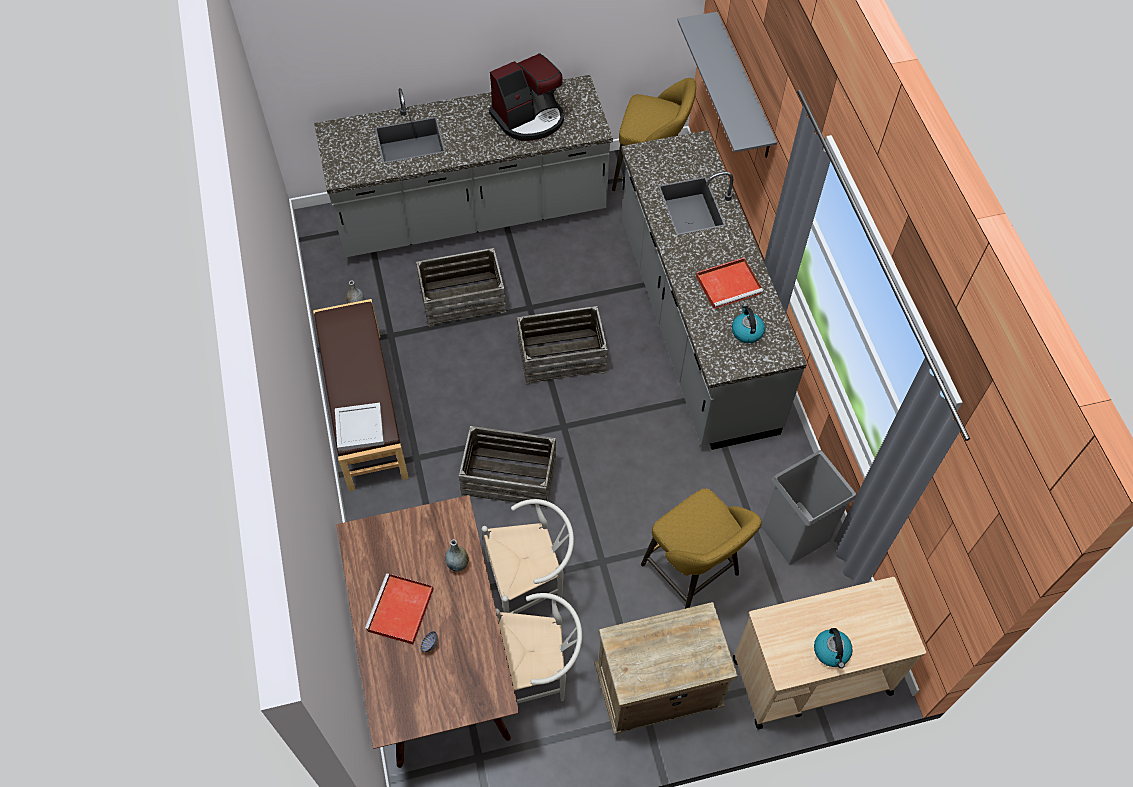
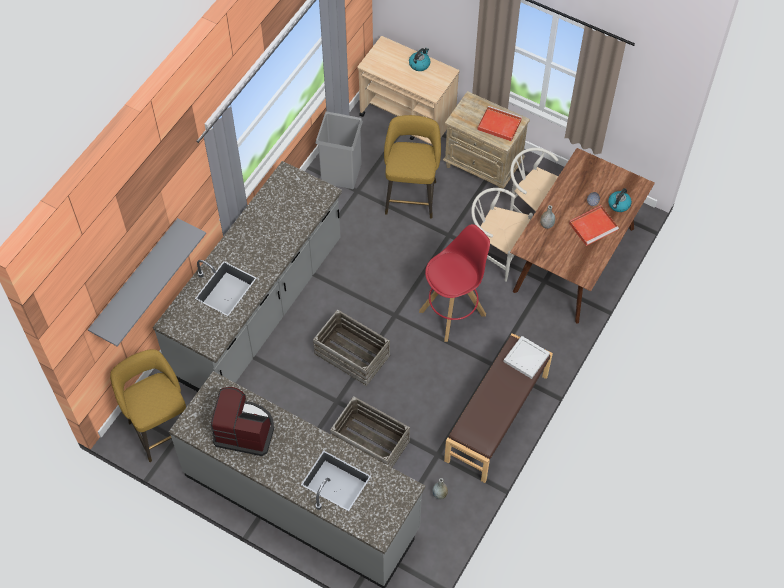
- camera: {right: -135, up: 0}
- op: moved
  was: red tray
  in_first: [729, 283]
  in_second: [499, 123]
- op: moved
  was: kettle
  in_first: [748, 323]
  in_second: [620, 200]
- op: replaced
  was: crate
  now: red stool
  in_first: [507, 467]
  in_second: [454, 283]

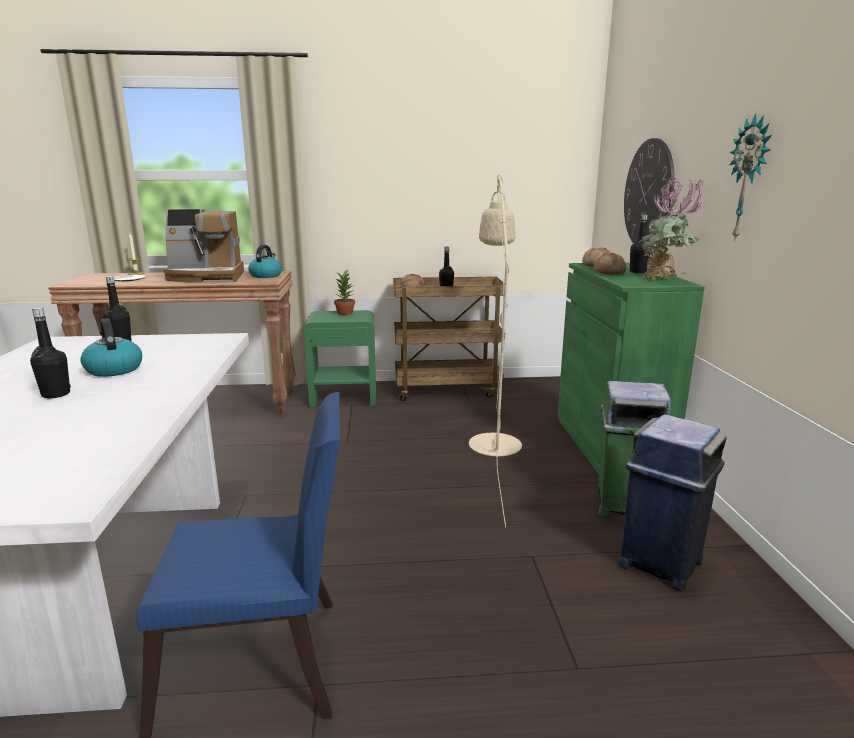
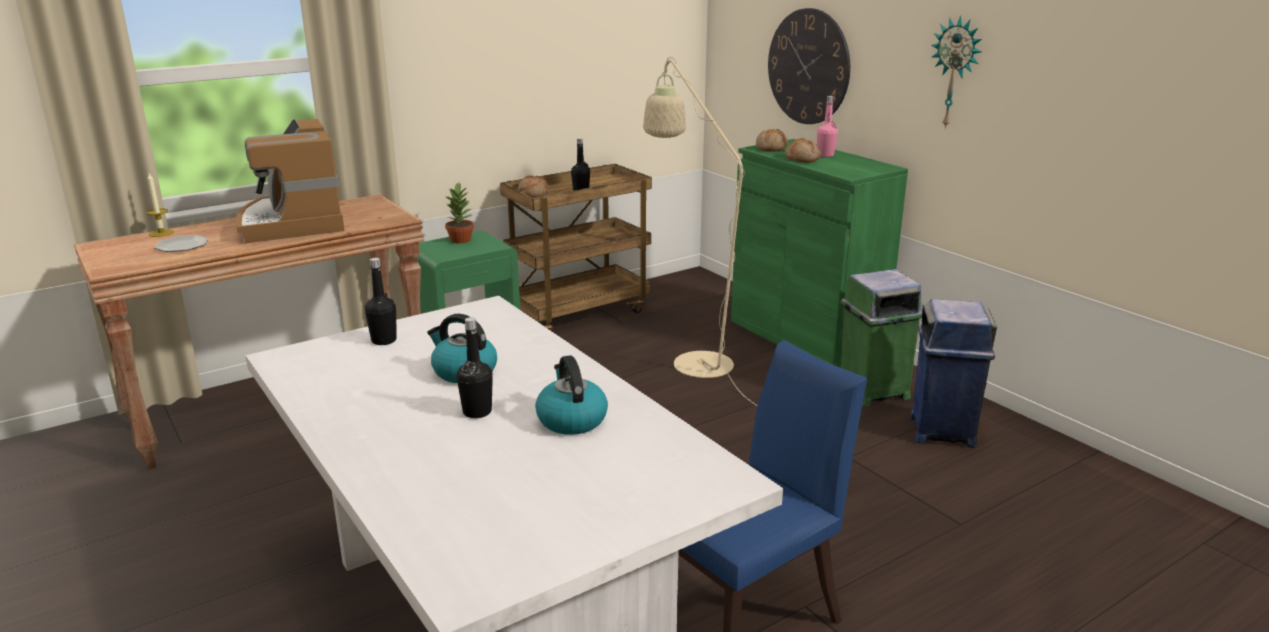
- camera: {right: -30, up: 5}
- op: removed
  was: potted plant
  in_first: [672, 228]
- op: moved
  was: kettle
  in_first: [265, 261]
  in_second: [571, 395]
- op: recoloured
  was: black bottle
  now: pink bottle
  in_first: [640, 243]
  in_second: [827, 126]
- op: turned
  was: coffee machine
  in_first: [203, 246]
  in_second: [290, 181]
  clockwise: 105

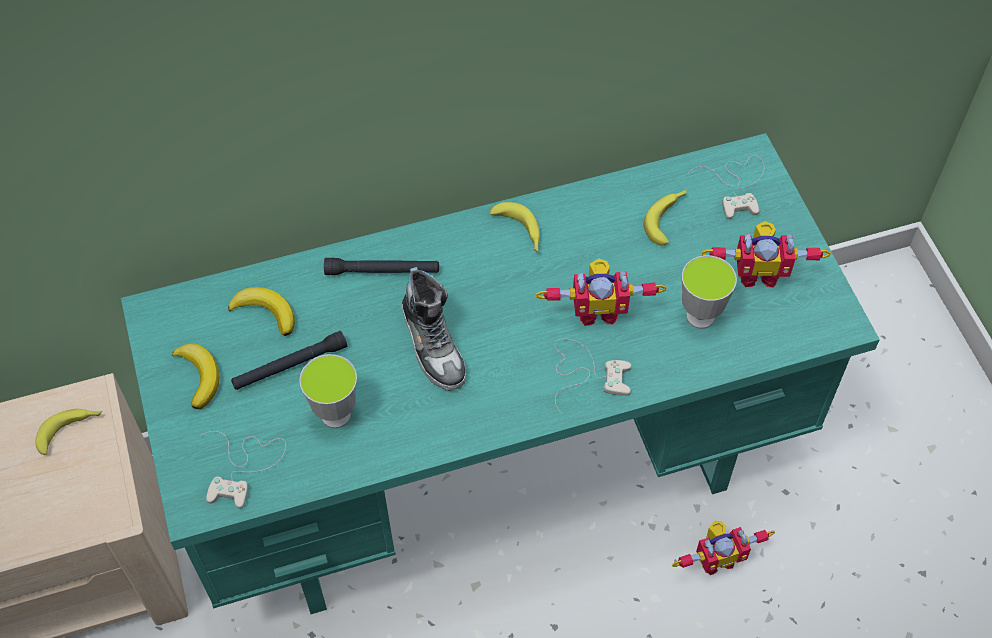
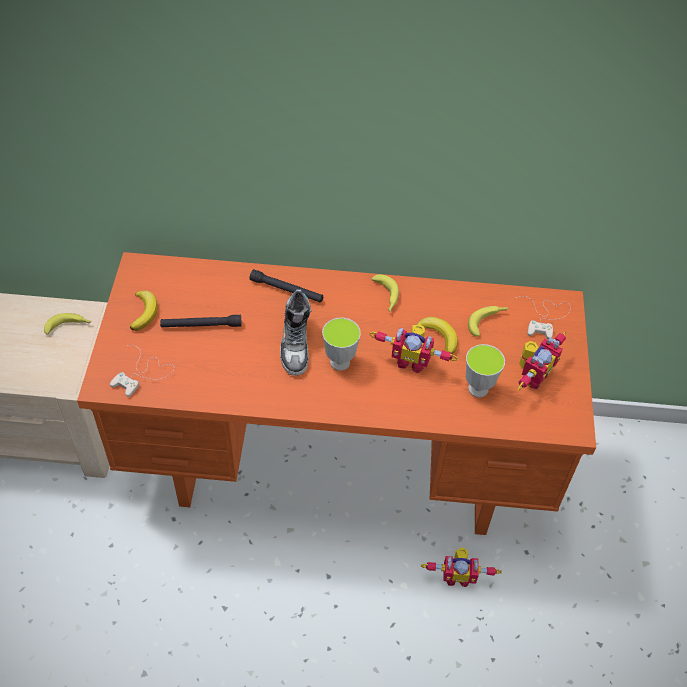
- camera: {right: 20, up: -5}
- op: removed
  was: white game controller
  in_first: [593, 376]
- op: moved
  was: banana
  in_first: [261, 311]
  in_second: [437, 335]
- op: moved
  was: cup
  in_first: [328, 391]
  in_second: [341, 344]
- op: recoloured
  was: turquoise desk
  now: orange desk
  in_first: [500, 373]
  in_second: [336, 393]
- op: turned
  was: toy robot
  in_first: [766, 254]
  in_second: [542, 360]
  clockwise: -75

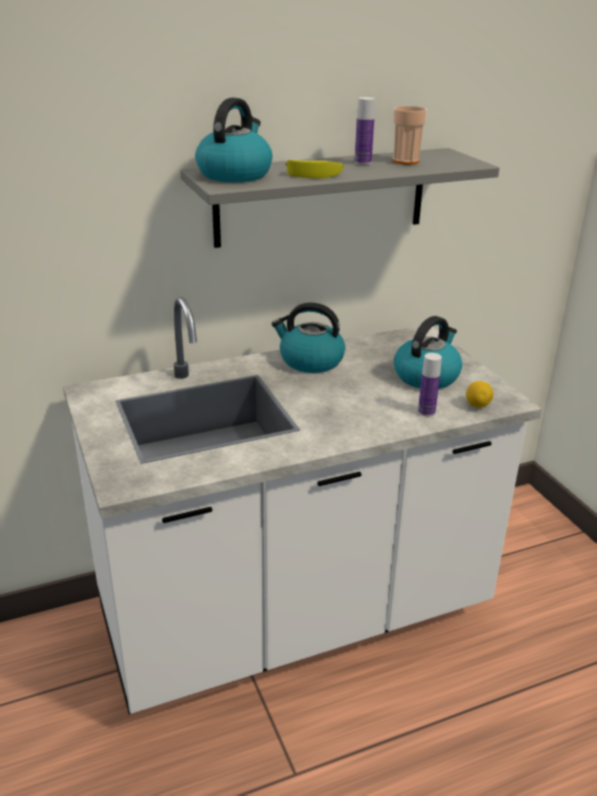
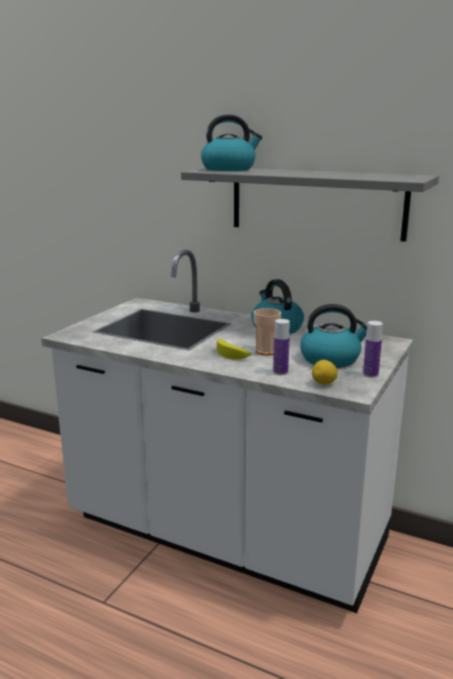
- camera: {right: 50, up: -10}
- op: moved
  was: banana
  in_first: [315, 169]
  in_second: [234, 349]
- op: moved
  was: bottle
  in_first: [365, 131]
  in_second: [373, 349]
- op: moved
  was: cup
  in_first: [410, 135]
  in_second: [267, 332]

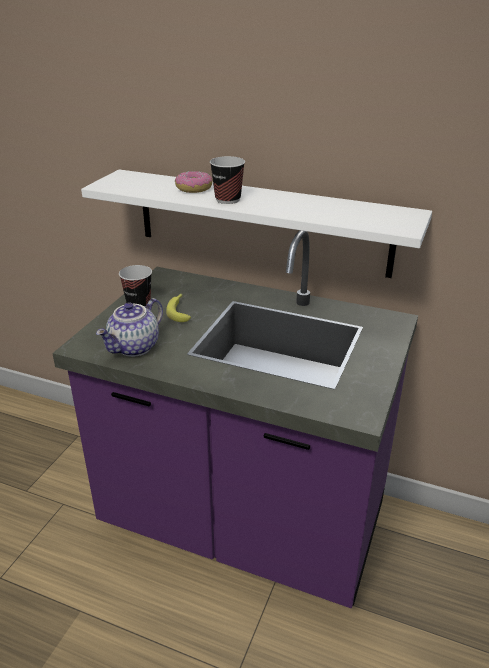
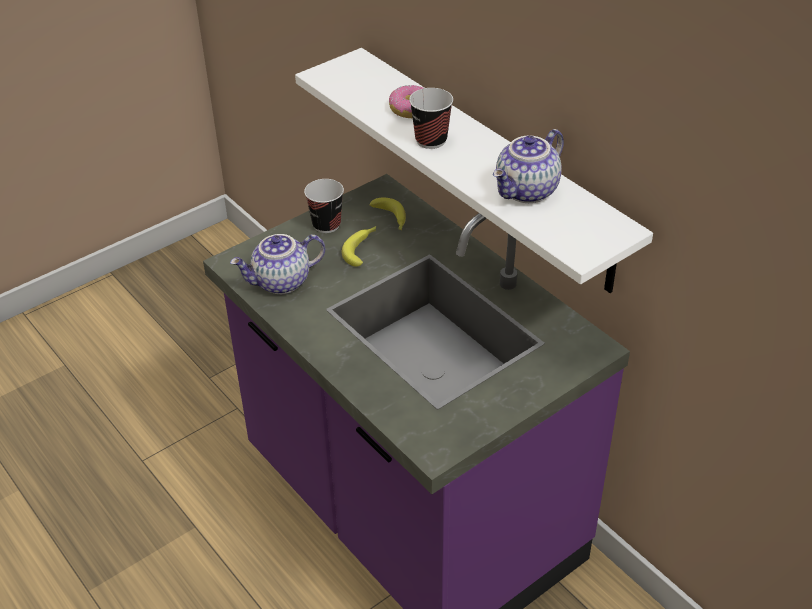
- camera: {right: 30, up: 10}
- op: added
  now: banana
  in_second: [387, 214]
- op: added
  now: teapot
  in_second: [528, 166]

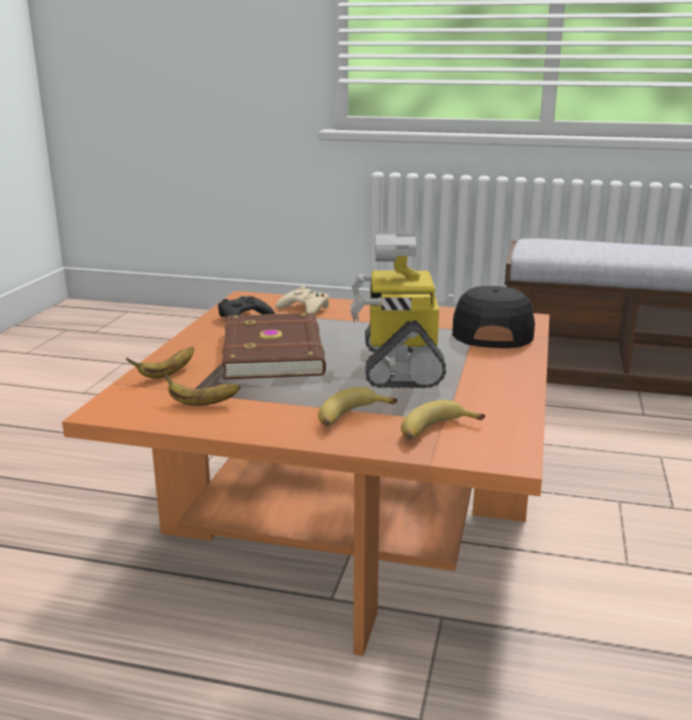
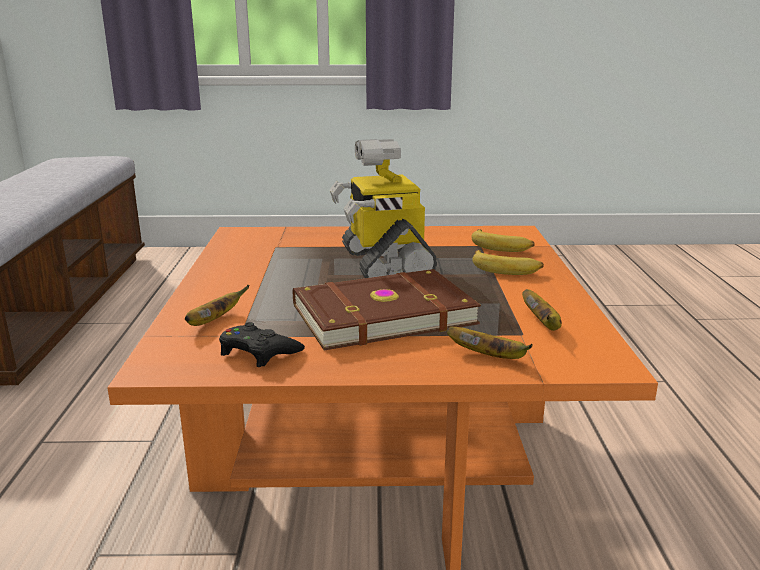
- camera: {right: -105, up: 0}
- op: removed
  was: black cap
  in_first: [493, 317]
- op: replaced
  was: beige game controller
  now: banana
  in_first: [302, 300]
  in_second: [217, 305]
- op: turned
  was: toy robot
  in_first: [398, 310]
  in_second: [383, 208]
  clockwise: 90

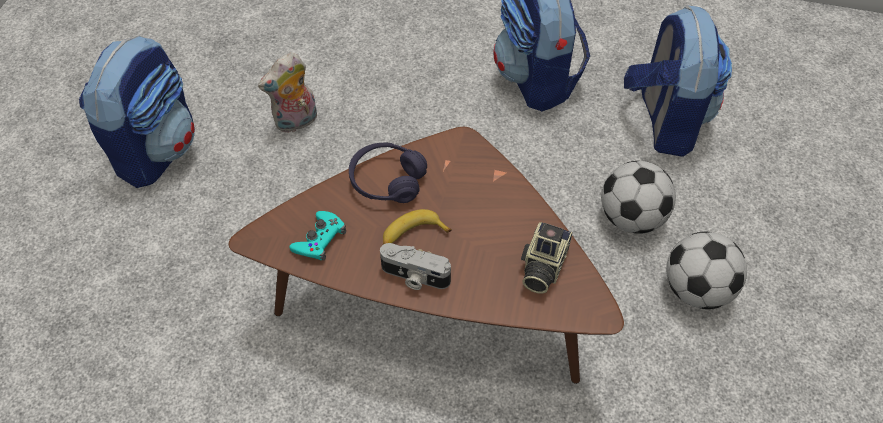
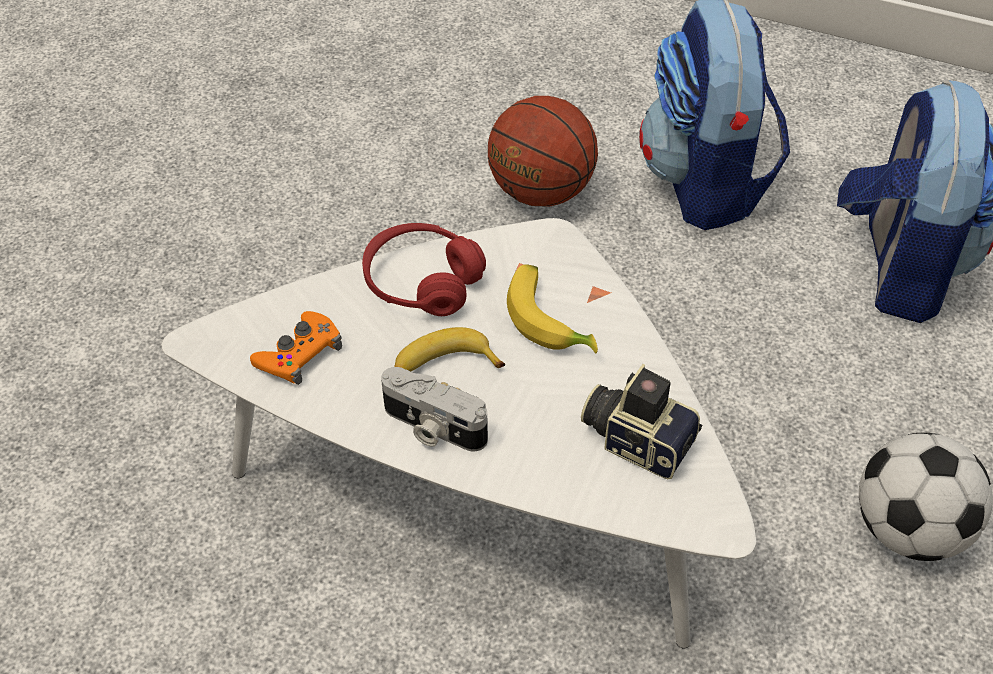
- camera: {right: 10, up: -5}
- op: removed
  was: backpack
  in_first: [137, 112]
- op: removed
  was: plush toy
  in_first: [287, 92]
- op: removed
  was: football
  in_first: [638, 197]
- op: added
  now: basketball
  in_second: [543, 151]
- op: added
  now: banana
  in_second: [552, 308]
- op: recoloured
  was: brown coffee table
  now: white coffee table
  in_first: [426, 255]
  in_second: [459, 433]
- op: recoloured
  was: turquoise game controller
  now: orange game controller
  in_first: [317, 236]
  in_second: [296, 348]
- op: recoloured
  was: purple headphones
  now: red headphones
  in_first: [388, 173]
  in_second: [424, 269]
- op: turned
  was: photo camera
  in_first: [547, 258]
  in_second: [641, 421]
  clockwise: 90

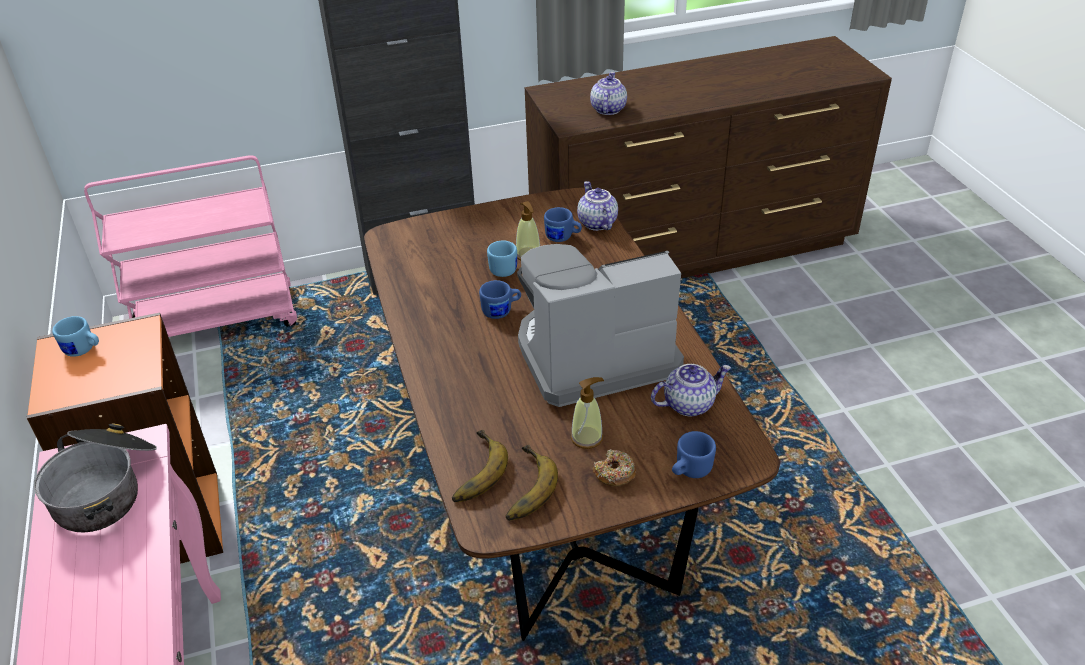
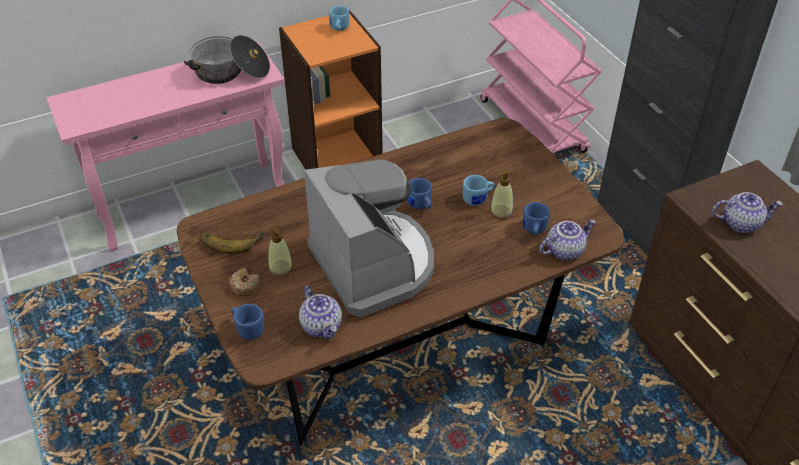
- camera: {right: 80, up: 5}
- op: removed
  was: banana
  in_first: [480, 466]

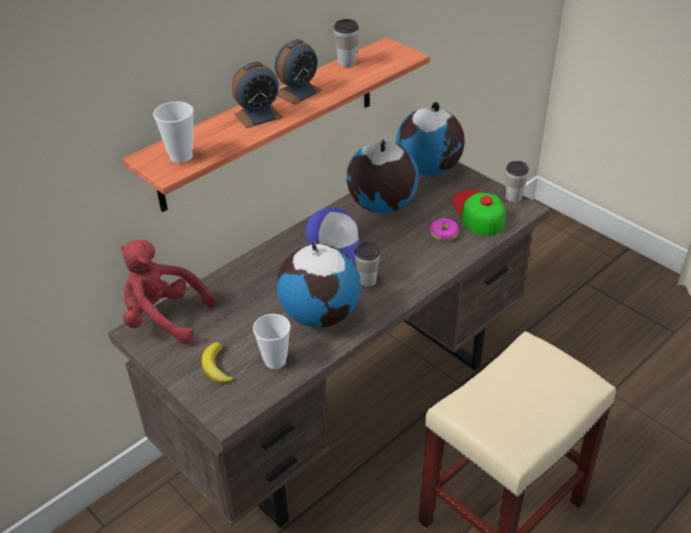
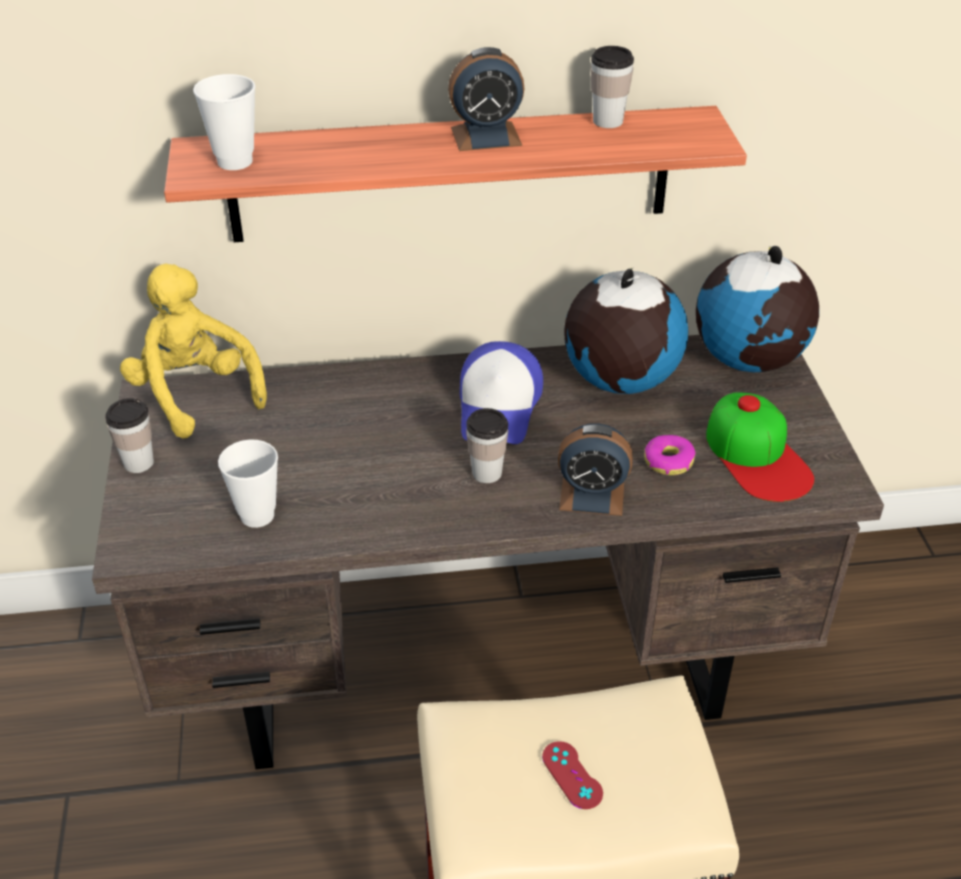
- camera: {right: 35, up: 0}
- op: removed
  was: banana
  in_first: [218, 363]
- op: removed
  was: globe
  in_first: [319, 284]
- op: added
  now: red game controller
  in_second: [572, 775]
- op: moved
  was: alarm clock
  in_first: [257, 95]
  in_second: [595, 469]
- op: moved
  was: cup
  in_first: [517, 181]
  in_second: [129, 435]
- op: recoloured
  was: red plush toy
  now: yellow plush toy
  in_first: [168, 292]
  in_second: [193, 351]
- op: turned
  was: cap
  in_first: [479, 213]
  in_second: [760, 447]
  clockwise: 135

